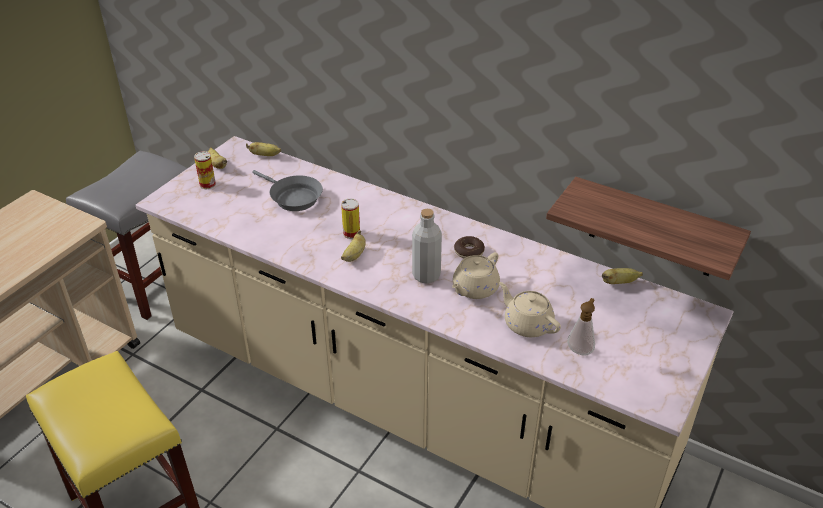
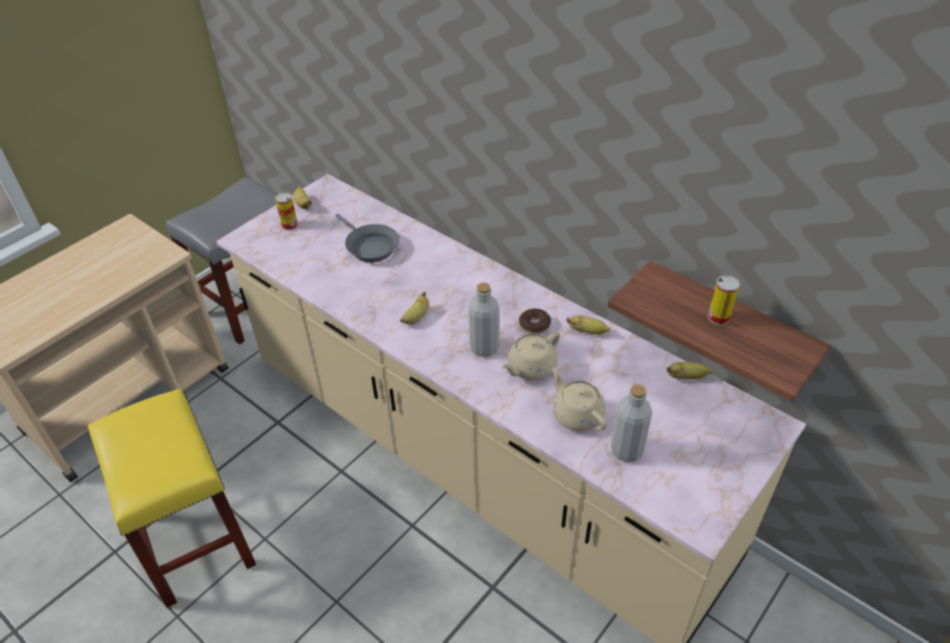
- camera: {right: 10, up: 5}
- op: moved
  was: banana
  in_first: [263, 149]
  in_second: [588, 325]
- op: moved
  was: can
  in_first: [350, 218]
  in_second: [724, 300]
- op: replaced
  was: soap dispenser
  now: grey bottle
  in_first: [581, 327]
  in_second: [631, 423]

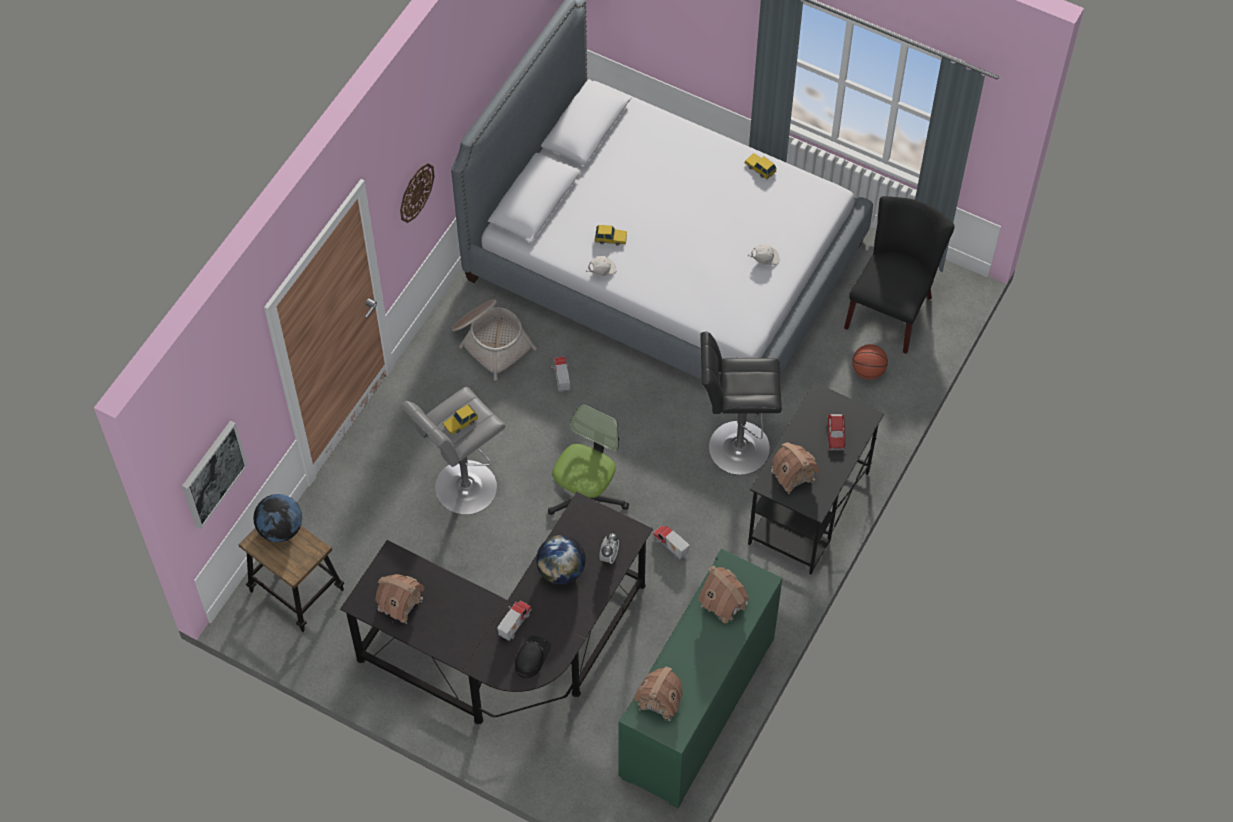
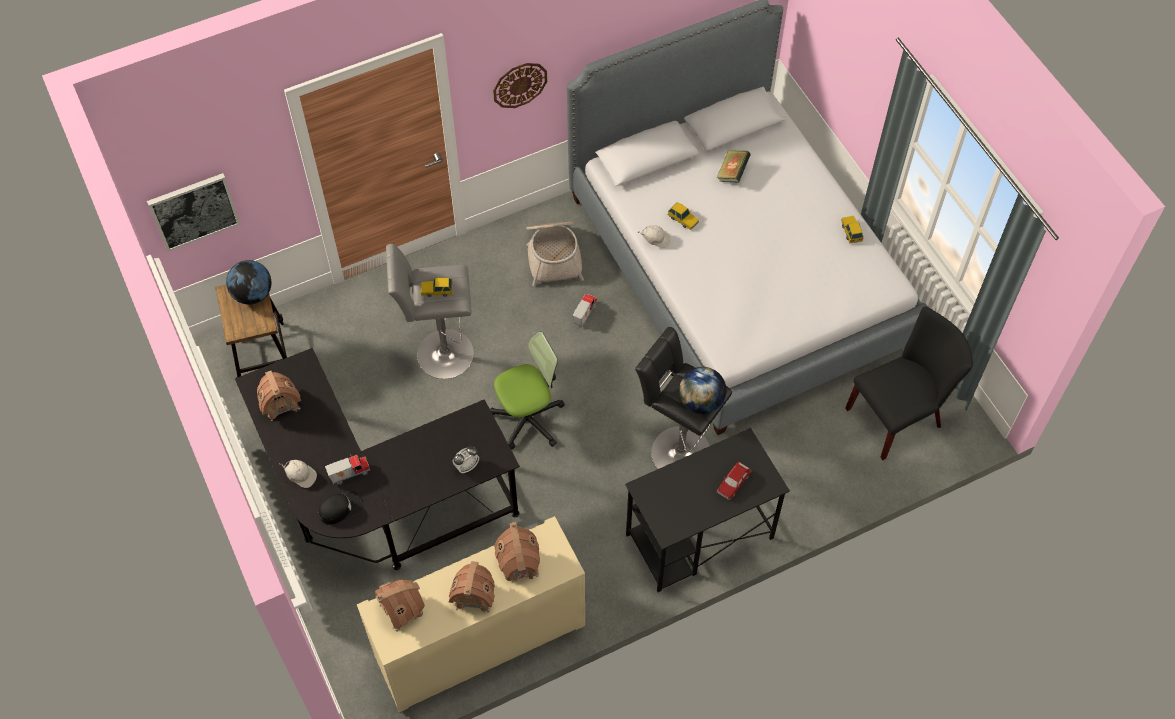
- camera: {right: 35, up: 0}
- op: removed
  was: toy truck
  in_first: [671, 542]
- op: removed
  was: basketball
  in_first: [870, 362]
- op: added
  now: book
  in_second: [734, 166]
- op: moved
  was: globe
  in_first: [561, 559]
  in_second: [702, 390]
- op: moved
  was: white cap
  in_first: [763, 254]
  in_second: [298, 474]
- op: moved
  was: toy house
  in_first: [795, 468]
  in_second: [472, 587]
- op: recoloured
  was: green cabinet
  now: beige cabinet
  in_first: [700, 678]
  in_second: [471, 614]

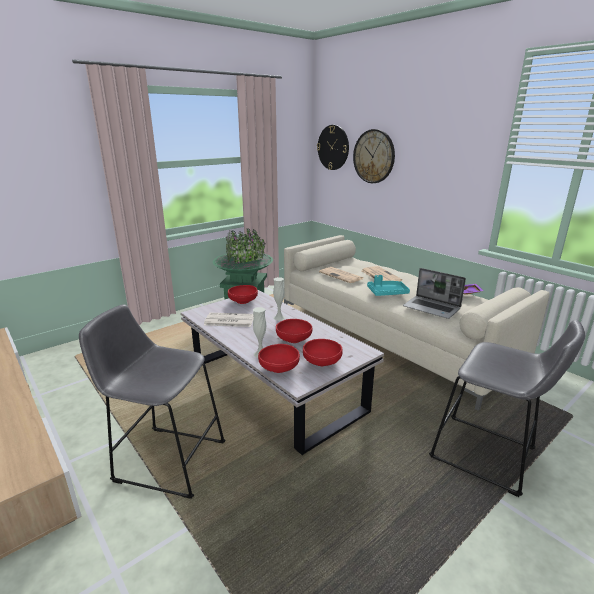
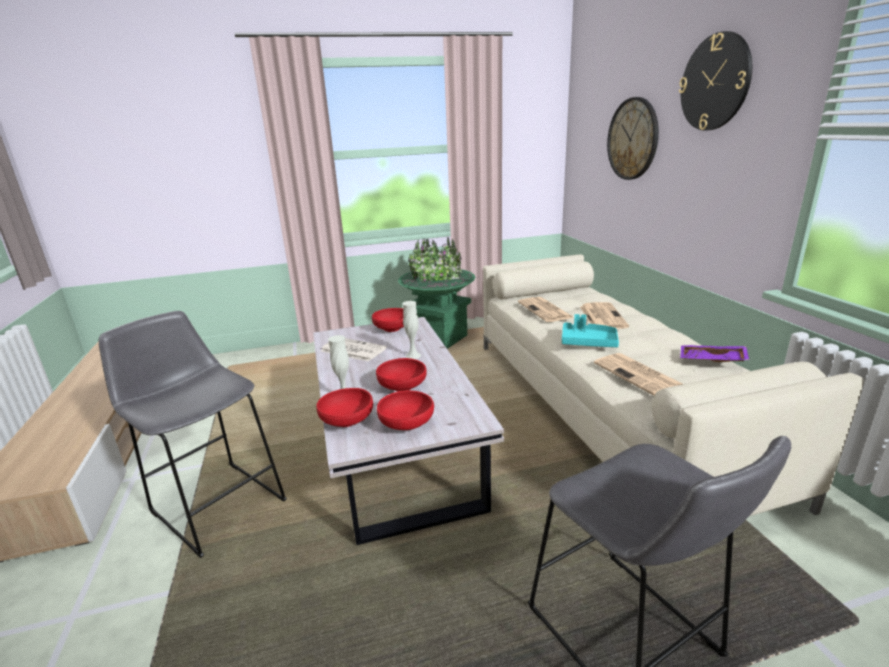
- camera: {right: 25, up: 0}
- op: moved
  was: wall clock
  in_first: [333, 147]
  in_second: [715, 81]
- op: replaced
  was: laptop
  now: newspaper
  in_first: [434, 293]
  in_second: [638, 374]

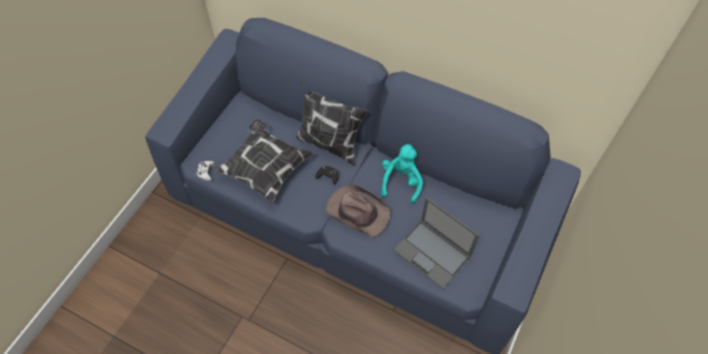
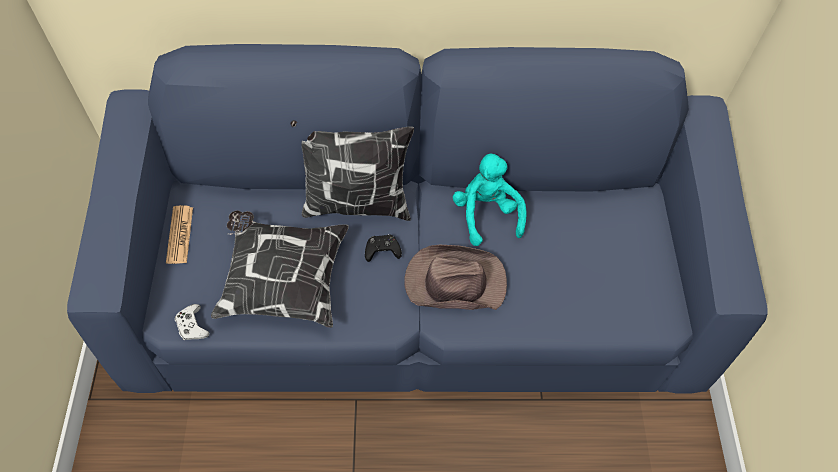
- camera: {right: -30, up: 0}
- op: removed
  was: laptop
  in_first: [436, 243]
- op: added
  now: newspaper
  in_second: [179, 234]

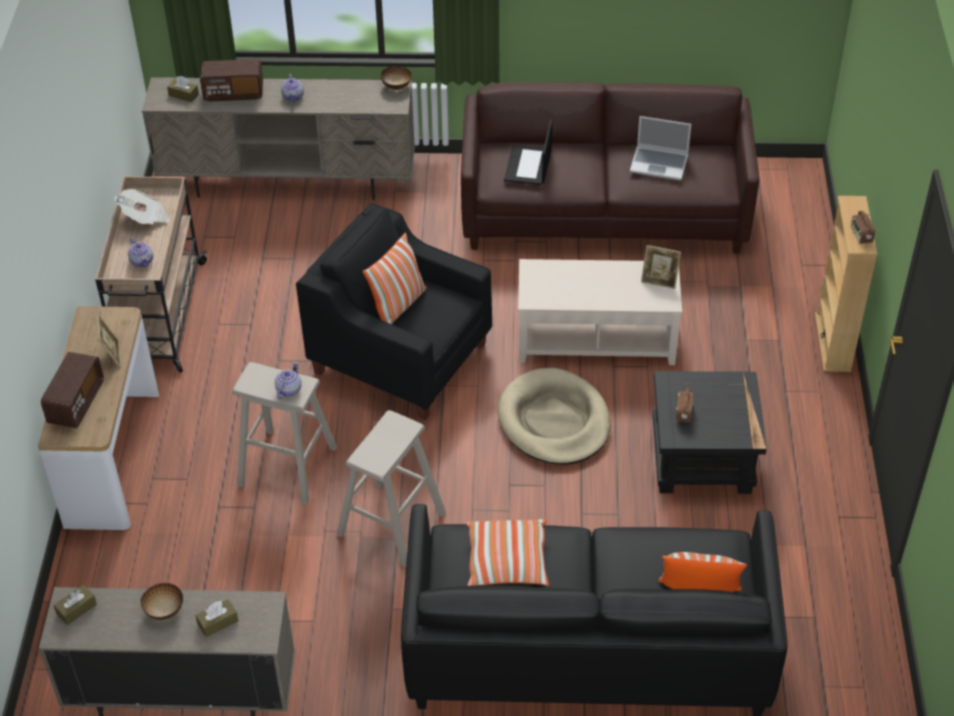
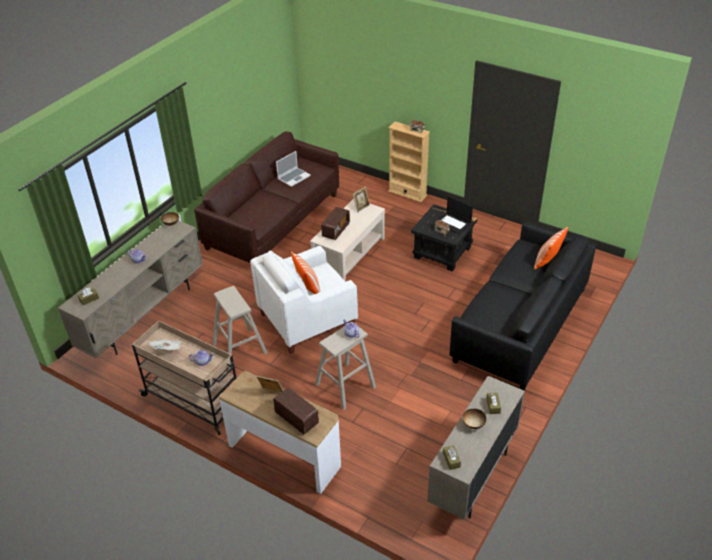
- camera: {right: -60, up: -5}
- op: removed
  was: pillow
  in_first: [507, 552]
- op: removed
  was: beige dog bed
  in_first: [554, 416]
- op: moved
  was: radio
  in_first: [231, 80]
  in_second: [335, 223]
- op: moved
  was: beige stool
  in_first: [391, 489]
  in_second: [240, 327]
- op: moved
  was: laptop
  in_first: [528, 152]
  in_second: [454, 215]
- op: recoloured
  was: black armchair
  now: white armchair
  in_first: [394, 311]
  in_second: [304, 300]

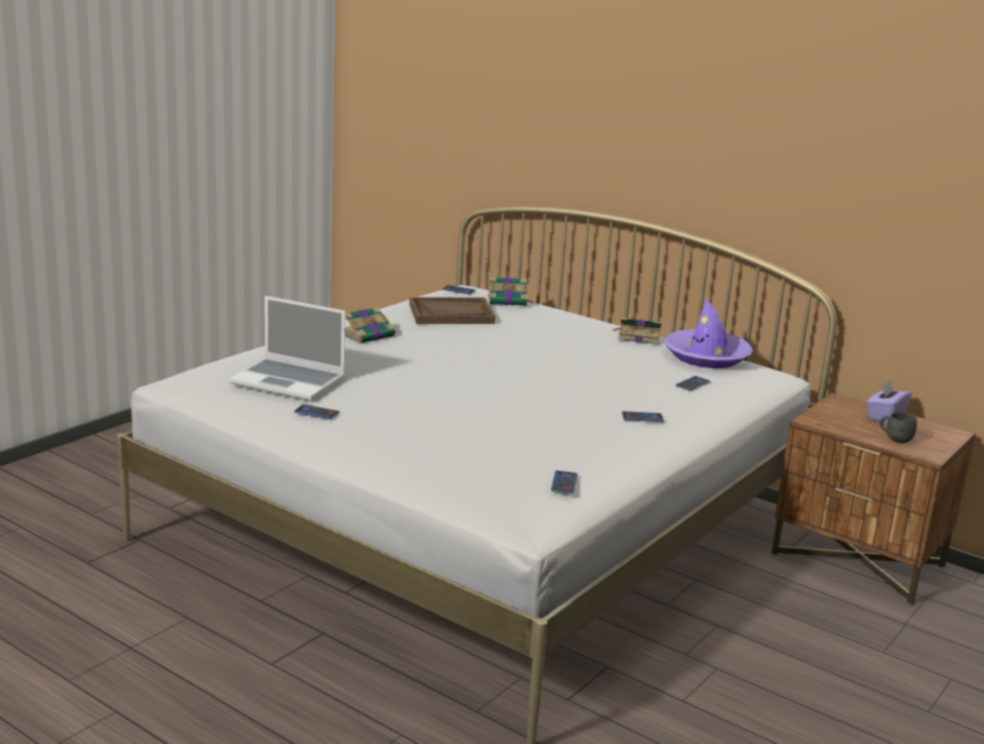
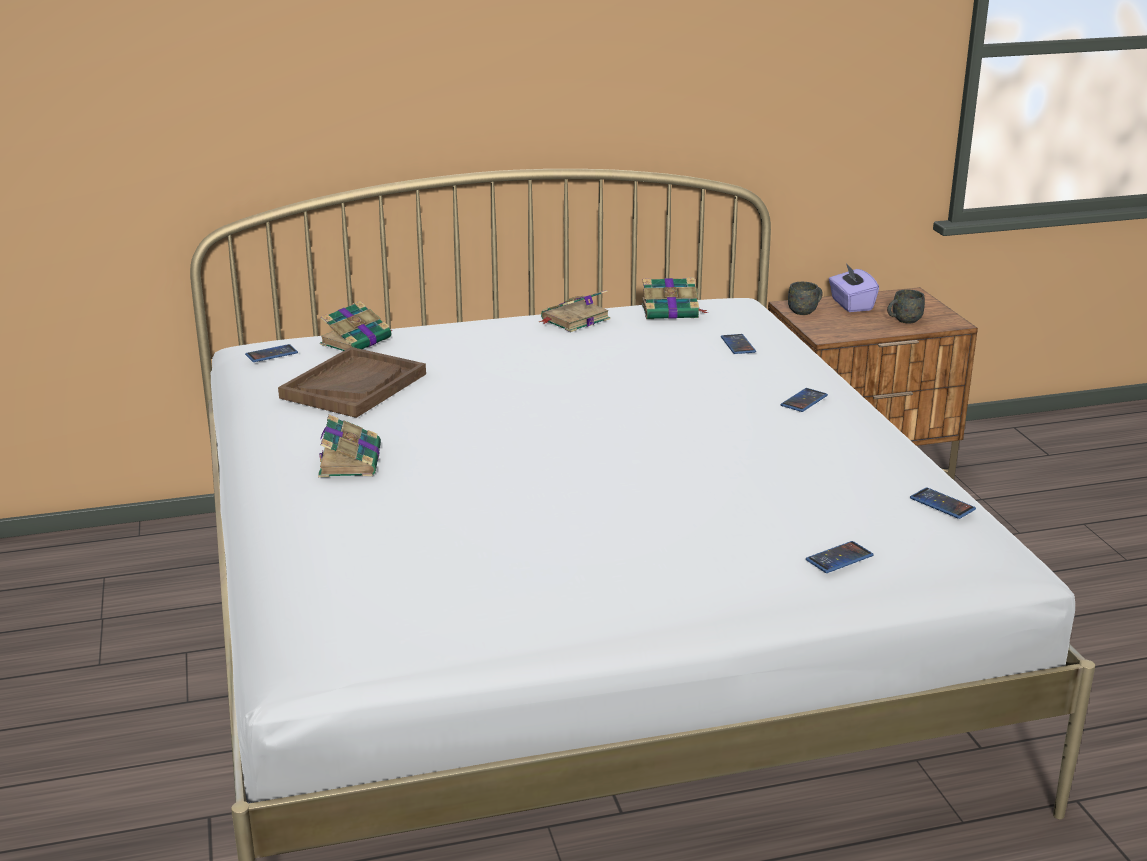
- camera: {right: -50, up: 5}
- op: removed
  was: laptop
  in_first: [287, 348]
- op: added
  now: grey mug
  in_second: [805, 298]
- op: moved
  was: phone
  in_first: [317, 411]
  in_second: [840, 557]
- op: replaced
  was: purple hat
  now: book
  in_first: [708, 333]
  in_second: [675, 298]

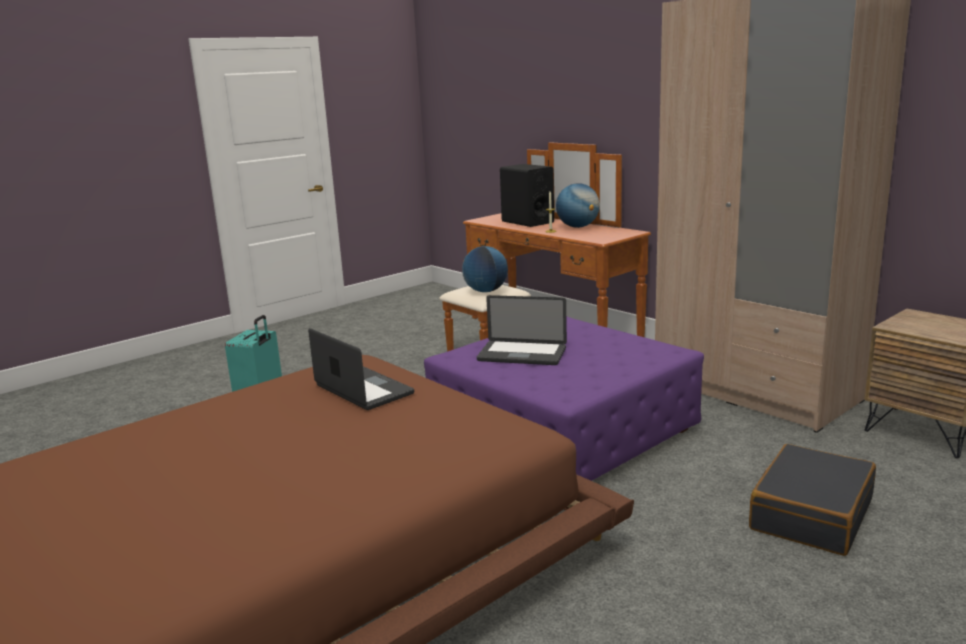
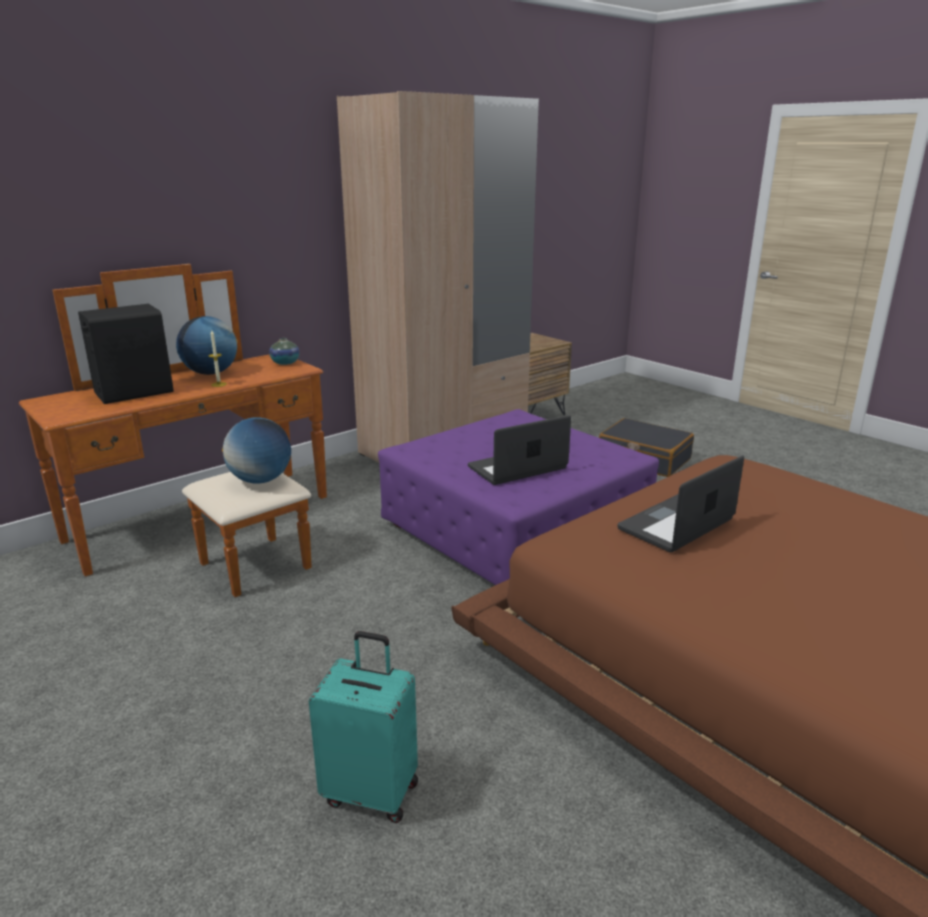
- camera: {right: -90, up: 5}
- op: added
  now: vase
  in_second: [284, 351]
- op: turned
  was: laptop
  in_first: [522, 330]
  in_second: [519, 450]
  clockwise: -135

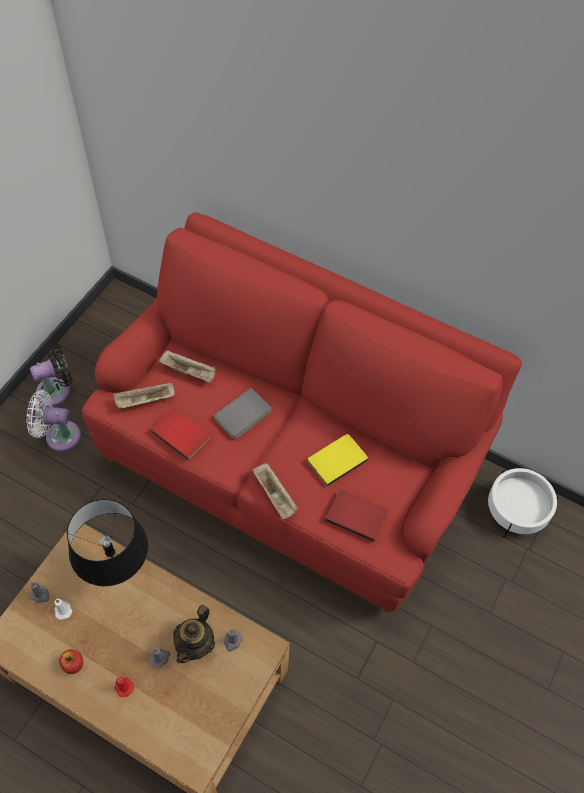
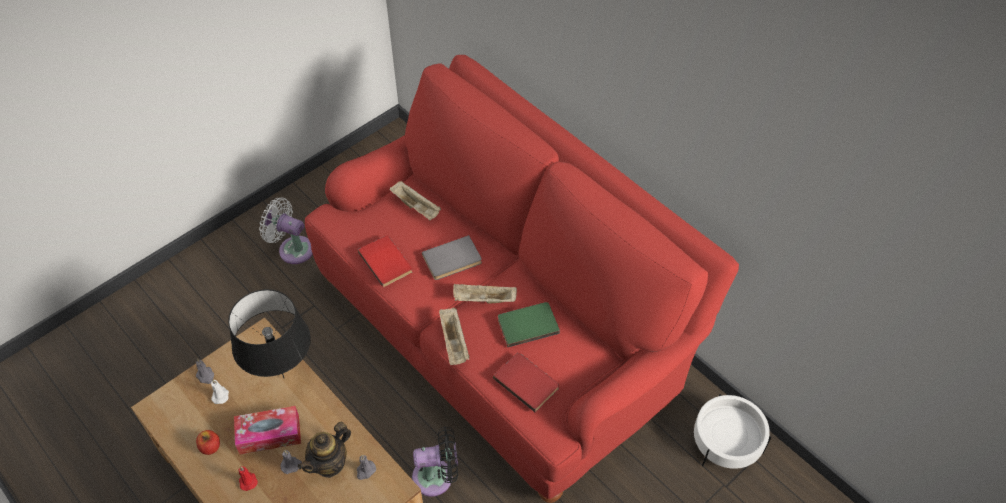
- camera: {right: 20, up: -5}
- op: added
  now: tissue box
  in_second: [267, 430]
- op: moved
  was: black fan
  in_first: [51, 374]
  in_second: [435, 461]
- op: moved
  was: beige tray
  in_first: [144, 395]
  in_second: [485, 293]
- op: recoloured
  was: yellow book
  now: green book
  in_first: [338, 460]
  in_second: [529, 324]

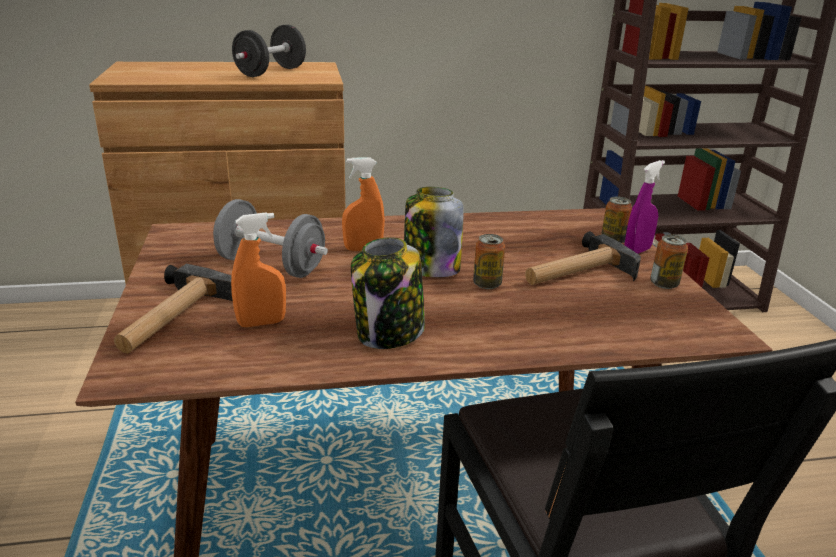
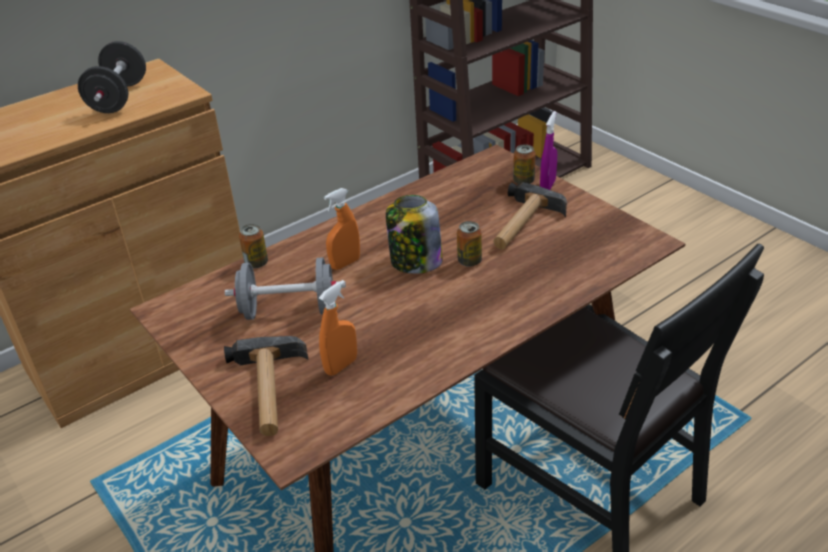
- camera: {right: -25, up: 10}
- op: removed
  was: jar
  in_first: [388, 293]
- op: moved
  was: can
  in_first: [669, 262]
  in_second: [253, 246]

